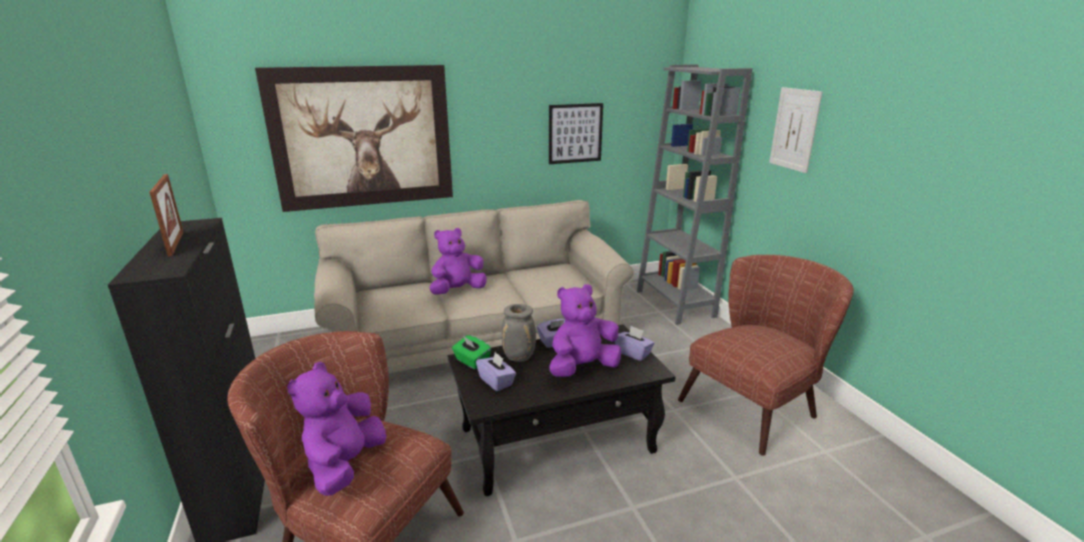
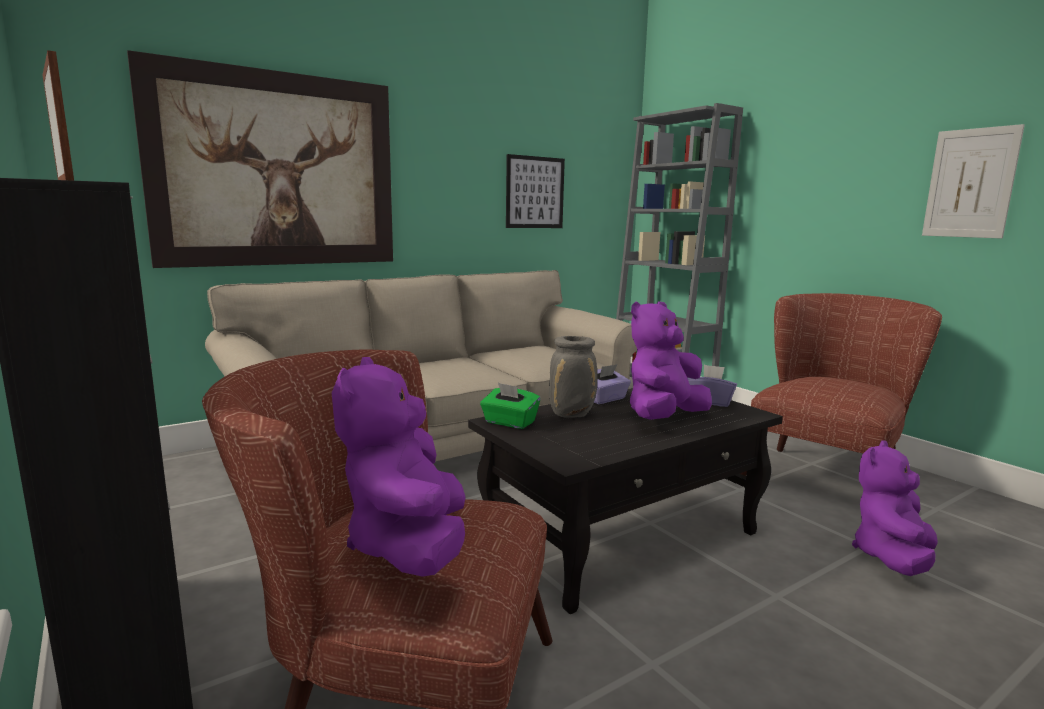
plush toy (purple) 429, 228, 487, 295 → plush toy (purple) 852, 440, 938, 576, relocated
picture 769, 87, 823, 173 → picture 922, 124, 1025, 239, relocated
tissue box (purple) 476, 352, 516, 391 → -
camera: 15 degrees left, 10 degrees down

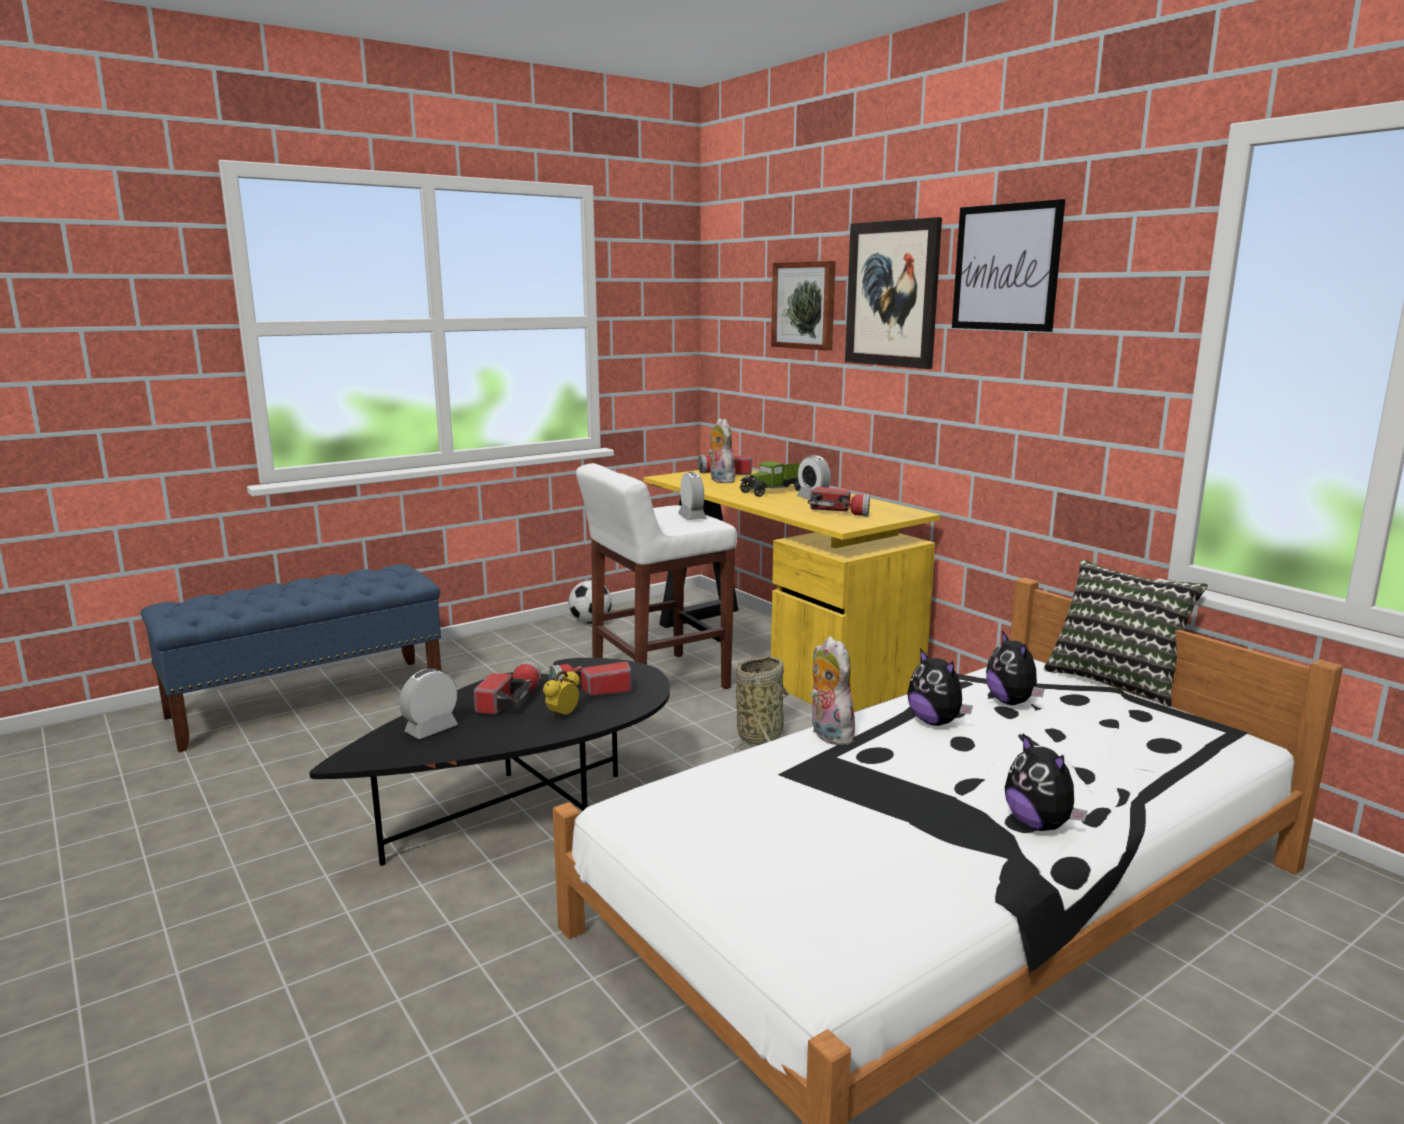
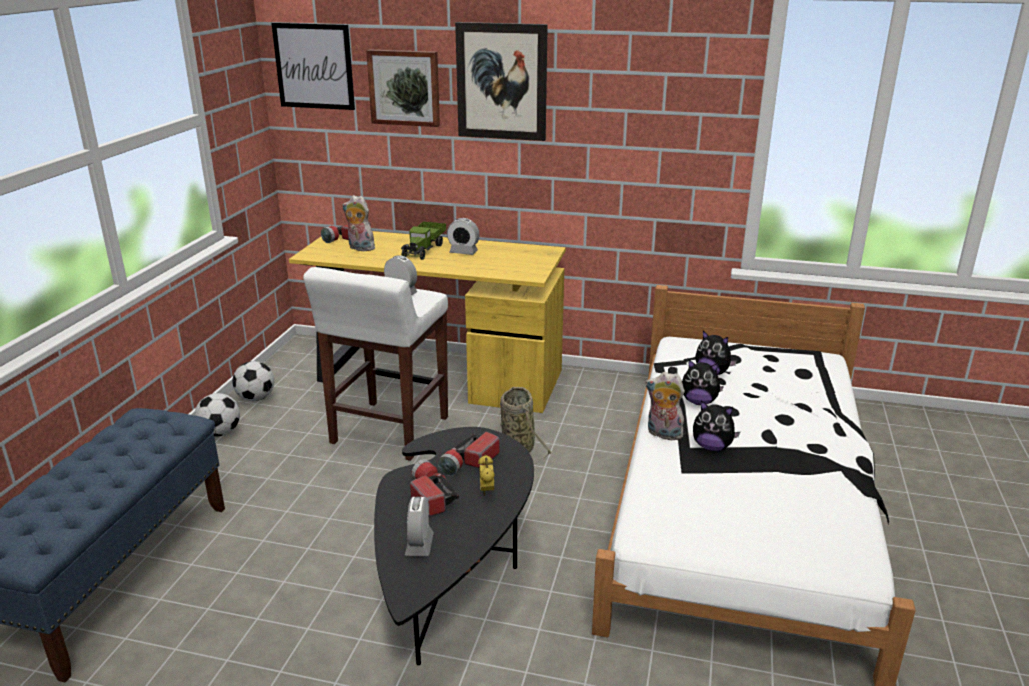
- → football 194, 393, 240, 436
picture 952, 199, 1065, 332 → picture 271, 23, 355, 110, relocated
plush toy 1005, 733, 1087, 831 → plush toy 693, 401, 741, 451, relocated
flashlight 808, 487, 870, 516 → -
pillow 1044, 560, 1208, 707 → -
camera: 40 degrees left, 10 degrees up

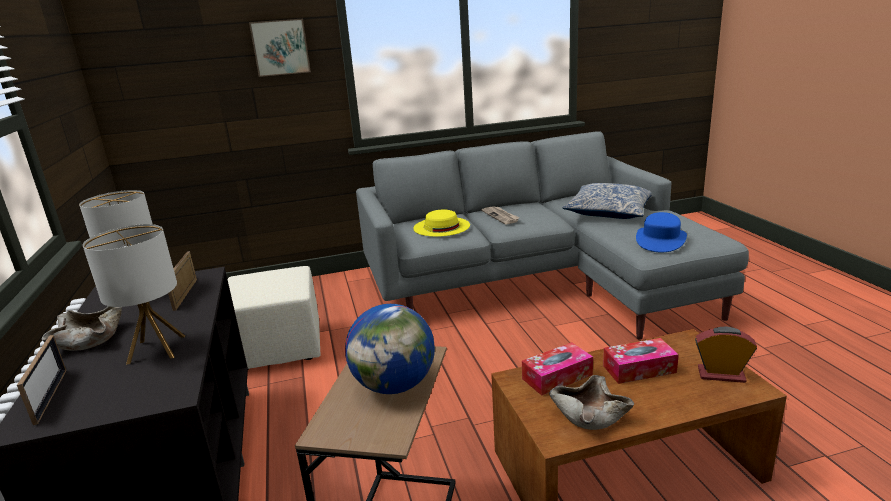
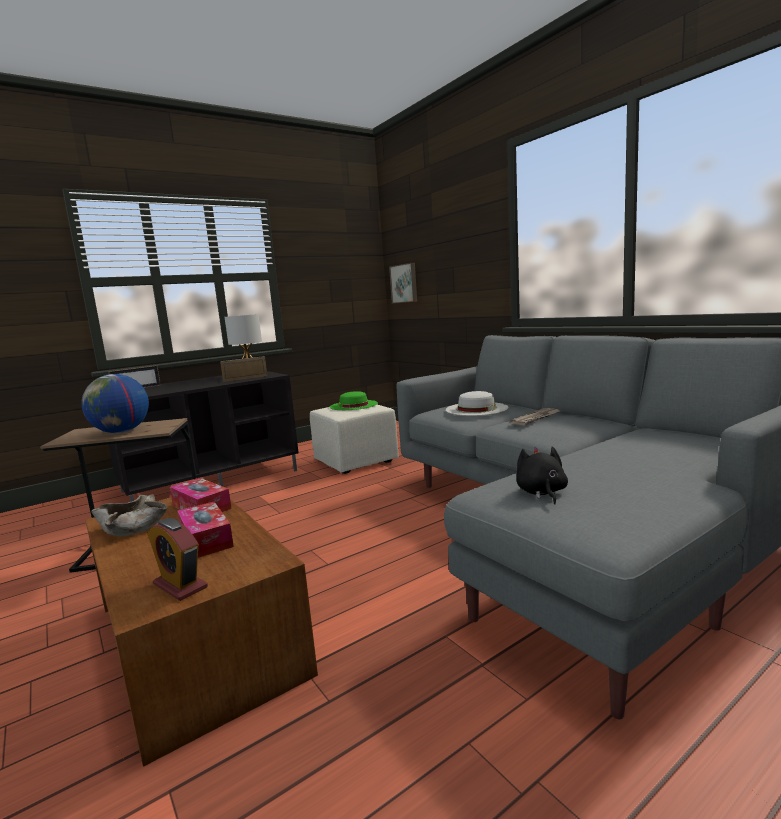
alarm clock 695, 327, 757, 383 → alarm clock 147, 518, 208, 601, 135 degrees clockwise
- → hat (green) 330, 391, 378, 410
picture 249, 19, 311, 77 → picture 389, 263, 417, 303, relocated
hat (yellow) 413, 209, 470, 237 → hat (white) 446, 391, 508, 416
hat (blue) 636, 212, 687, 252 → plush toy (black) 516, 446, 568, 504
bowl (beige) 42, 306, 122, 350 → -
table lamp 83, 224, 185, 365 → -
pillow 563, 183, 652, 219 → -
camera: 70 degrees right, 10 degrees down

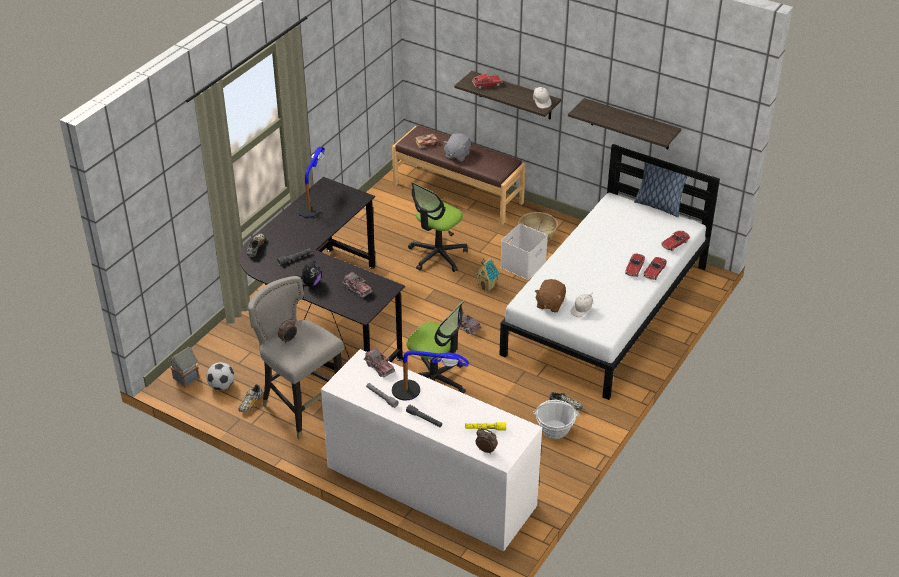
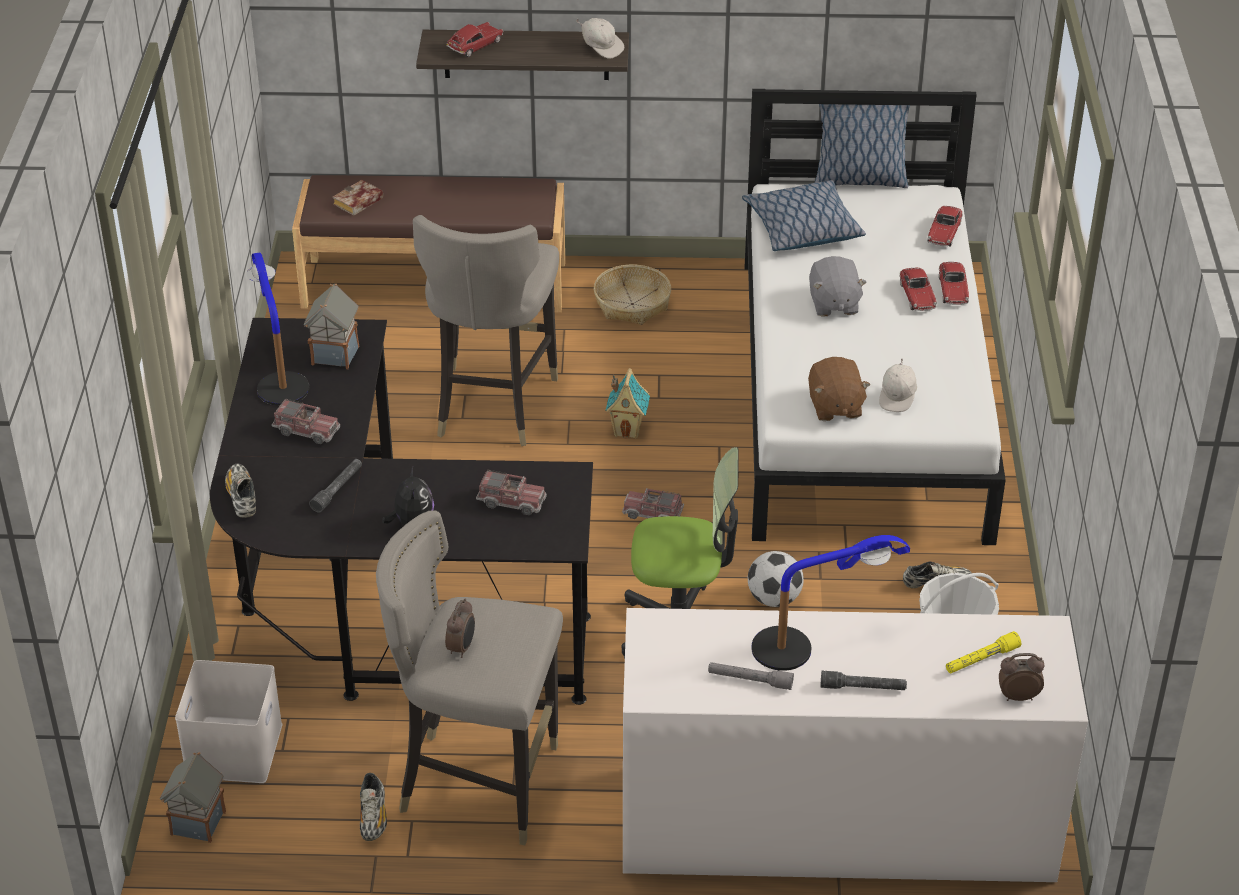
storage box (white) 500, 224, 548, 280 → storage box (white) 175, 660, 282, 783, relocated
toy truck 364, 348, 395, 377 → toy truck 272, 398, 340, 444, relocated
- → toy house 304, 284, 359, 369
office chair 408, 182, 468, 272 → stool (grey) 413, 215, 559, 446
- → pillow 742, 180, 866, 251
football 206, 362, 235, 390 → football 748, 551, 804, 607, relocated
plush toy (grey) 443, 133, 471, 162 → plush toy (grey) 809, 256, 867, 317, relocated
shelf 568, 98, 681, 149 → -
camera: 30 degrees left, 0 degrees up

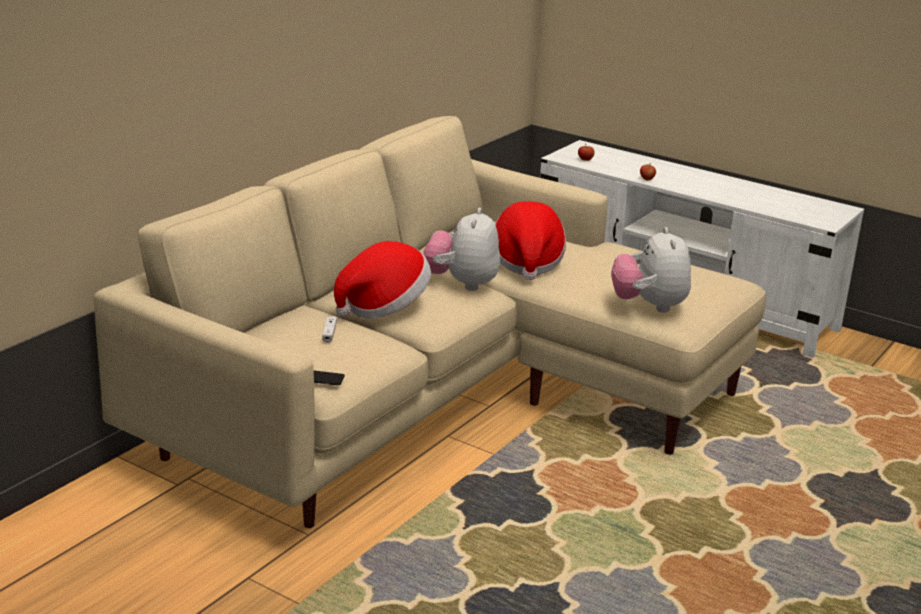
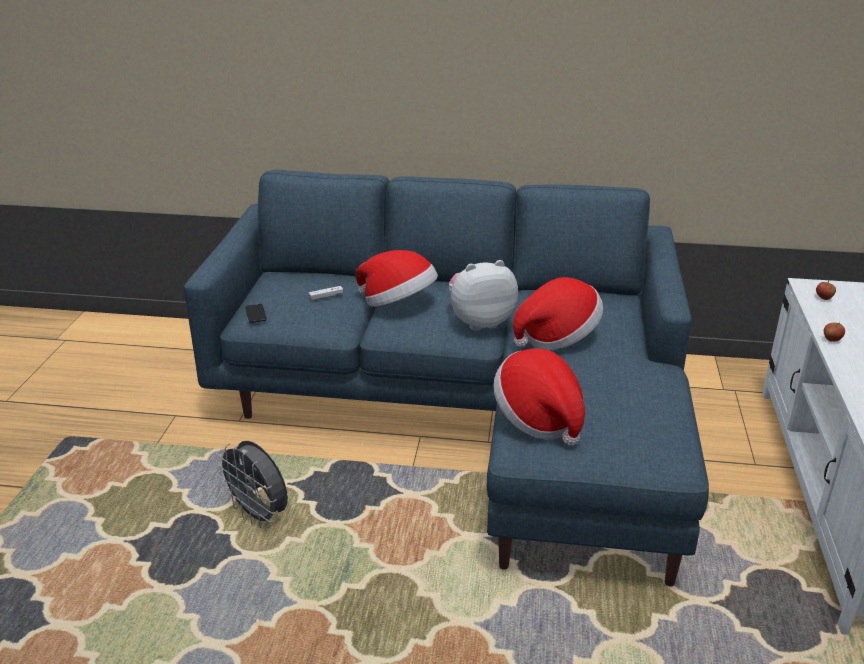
sofa (beige) 94, 116, 766, 528 → sofa (blue) 184, 170, 709, 586
- → fan (grey) 215, 441, 288, 528
plush toy 611, 227, 691, 313 → hat 493, 349, 585, 446
camera: 65 degrees right, 5 degrees up

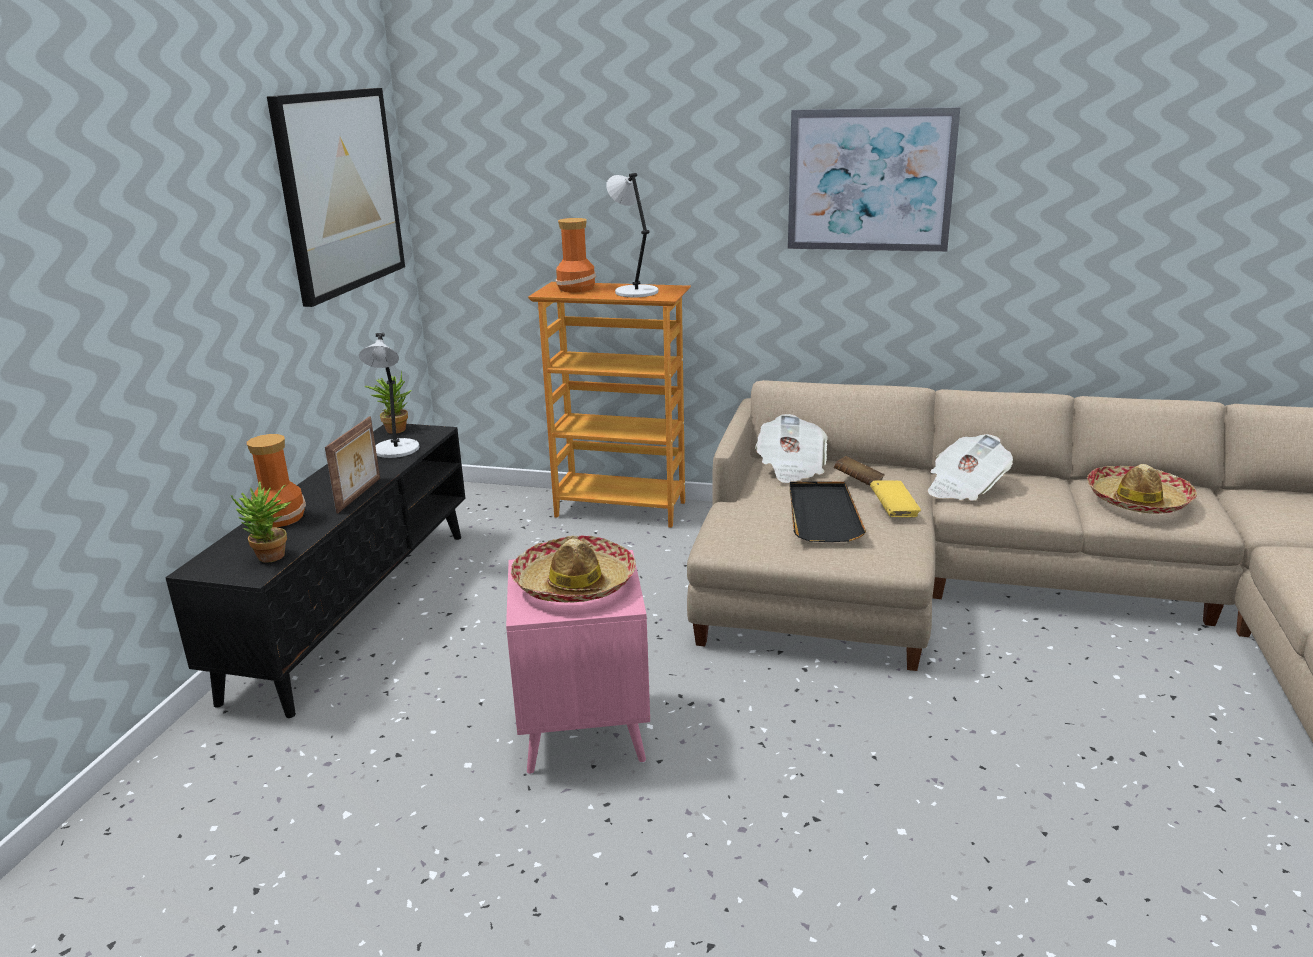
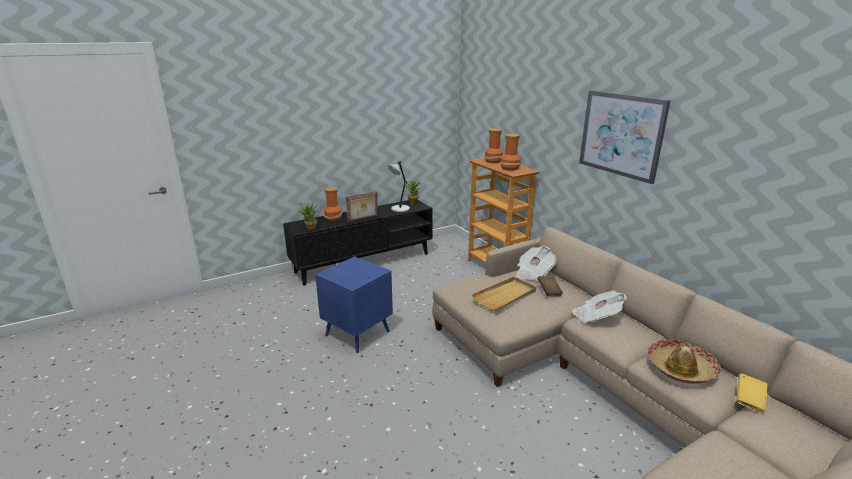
side table (pink) 506, 550, 650, 775 → side table (blue) 315, 256, 393, 353
tray (black) 789, 481, 866, 542 → tray (beige) 472, 277, 536, 310
table lamp (grey) 606, 173, 659, 297 → vase 500, 134, 521, 171
book (yellow) 870, 480, 921, 517 → book (yellow) 736, 373, 768, 413, relocated
picture 267, 88, 405, 307 → -
hat 511, 535, 636, 602 → -
camera: 45 degrees right, 0 degrees up

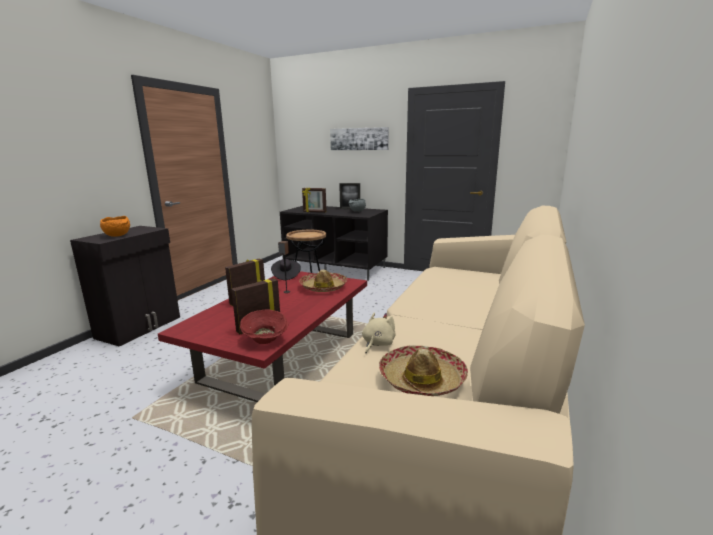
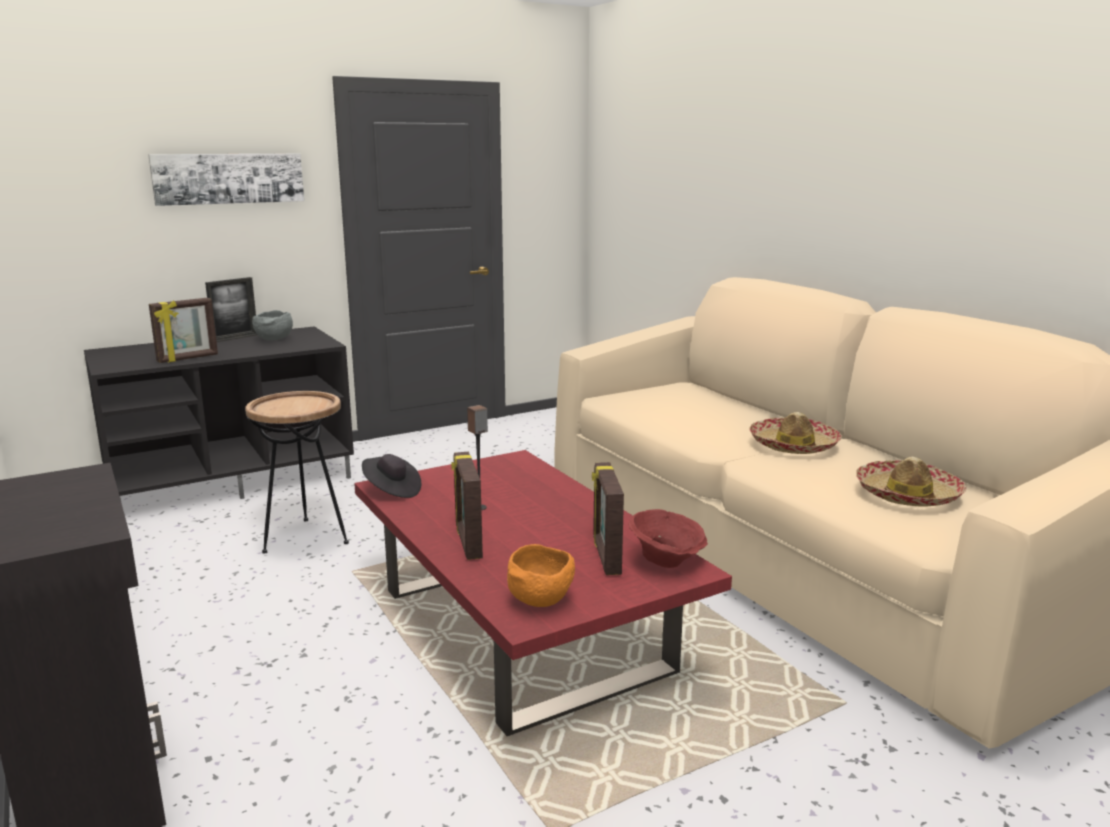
bowl (orange) 100, 216, 130, 237 → bowl (orange) 507, 544, 575, 607, relocated
hat 299, 270, 347, 292 → hat 749, 412, 842, 454, relocated
plush toy (beige) 362, 312, 396, 353 → -
camera: 55 degrees left, 0 degrees up

